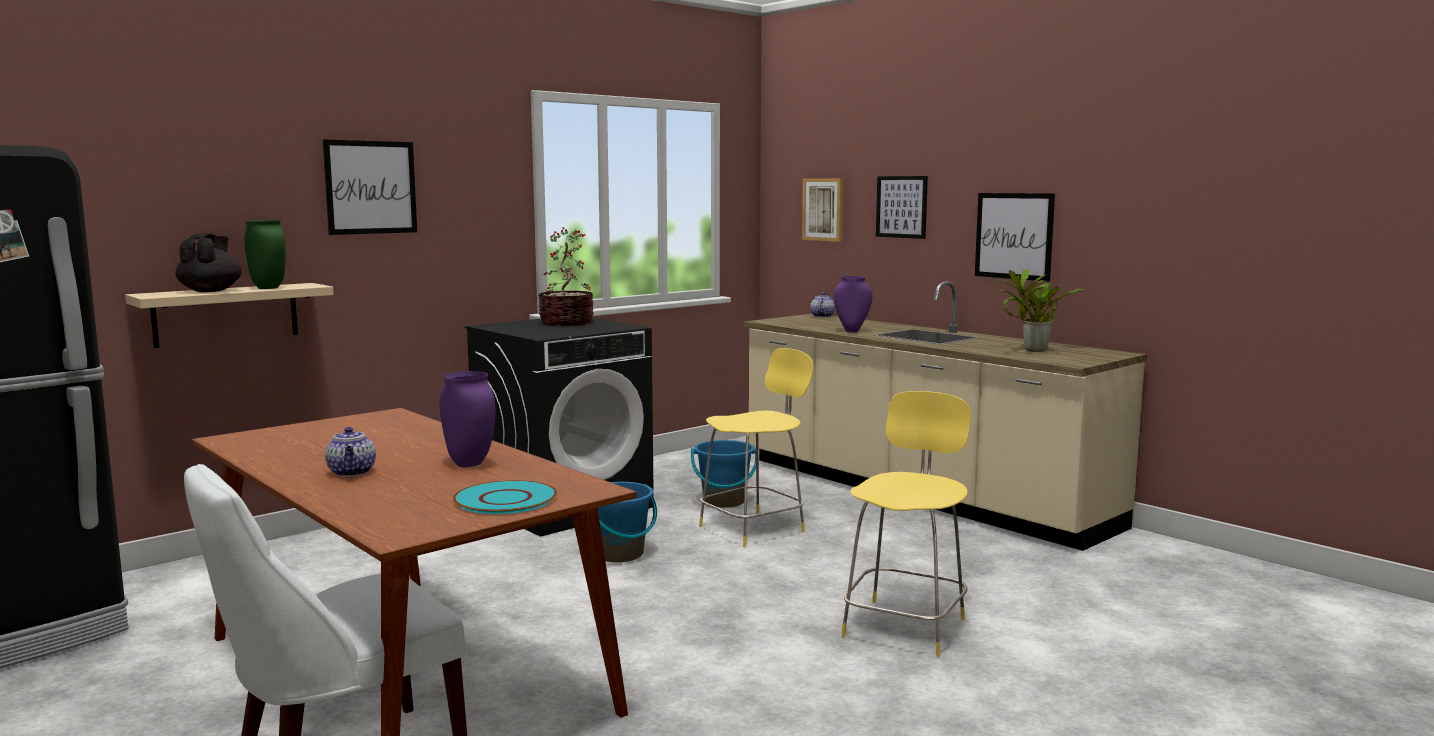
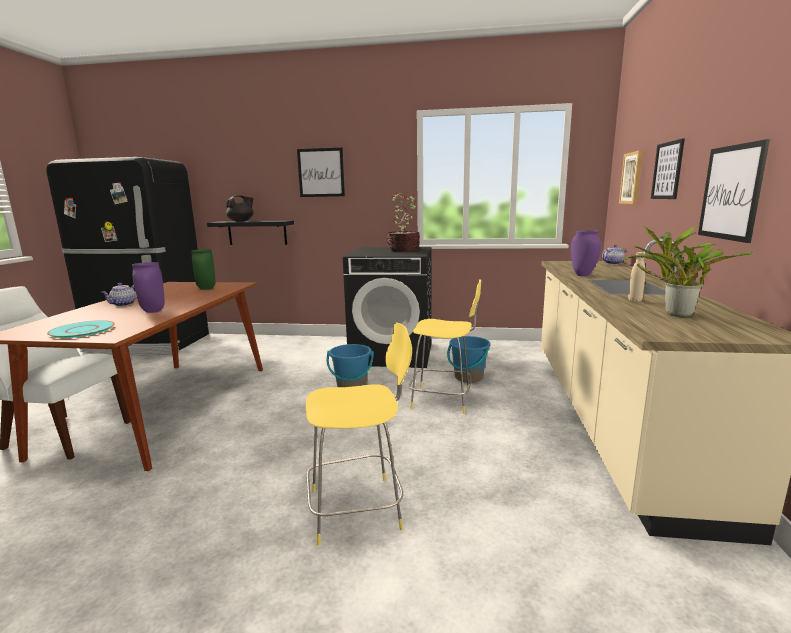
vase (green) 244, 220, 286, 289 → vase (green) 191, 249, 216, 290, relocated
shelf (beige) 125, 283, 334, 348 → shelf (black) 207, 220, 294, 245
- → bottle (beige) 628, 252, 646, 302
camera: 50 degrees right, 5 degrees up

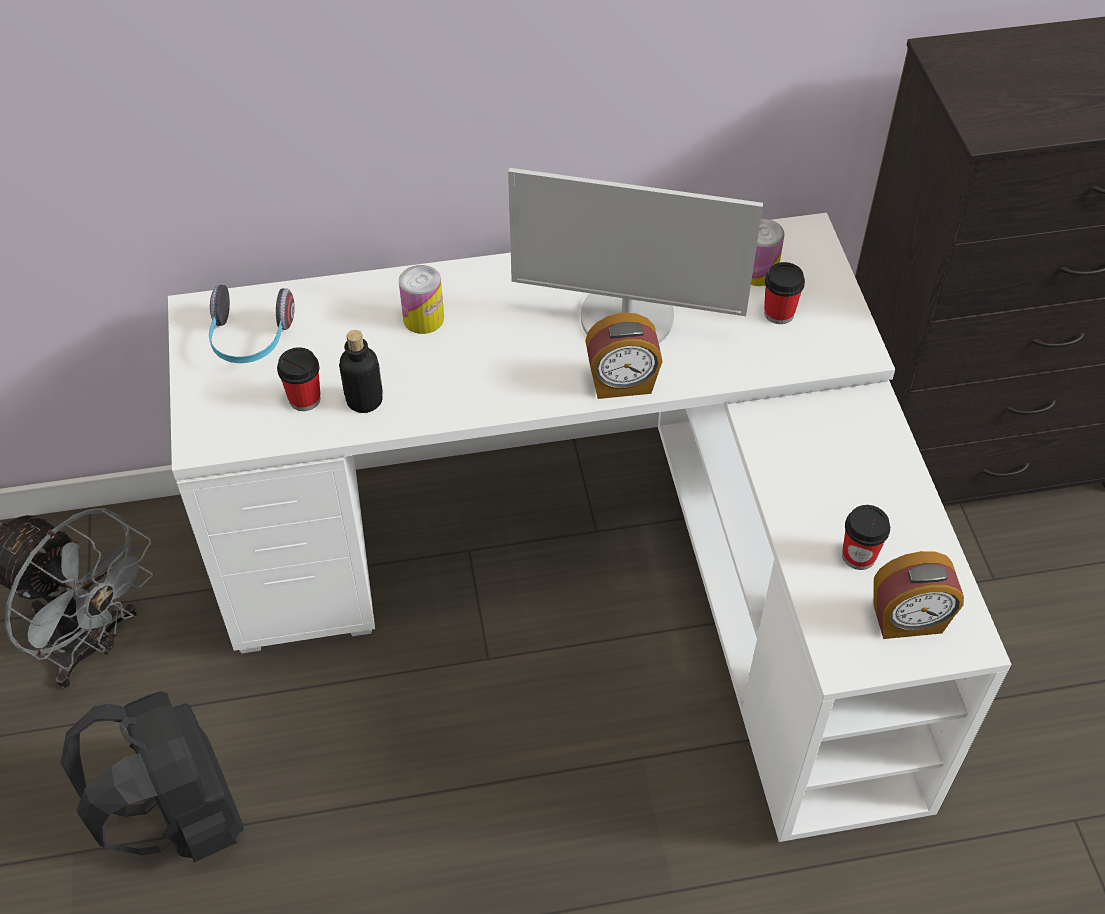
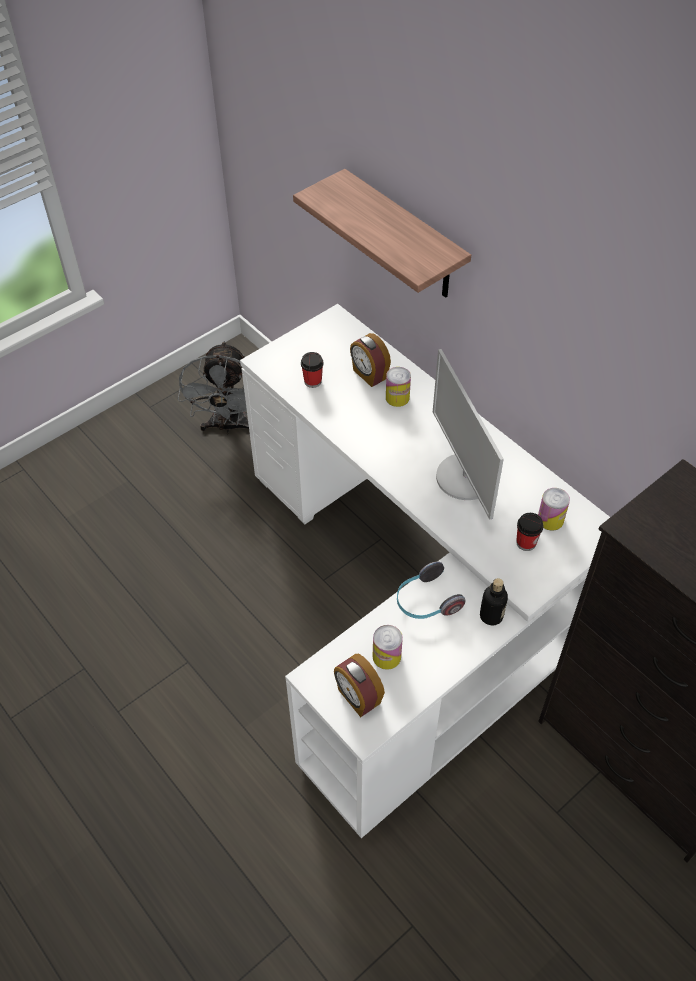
- → shelf 293, 169, 471, 298
alarm clock 585, 313, 663, 399 → alarm clock 350, 333, 391, 387, relocated
cup 842, 505, 890, 570 → can 373, 625, 403, 670
headphones 209, 284, 295, 363 → headphones 397, 562, 466, 619, relocated
bottle 339, 330, 383, 413 → bottle 480, 578, 508, 625, relocated
backpack (black) 60, 691, 244, 862 → -
camera: 60 degrees right, 0 degrees up

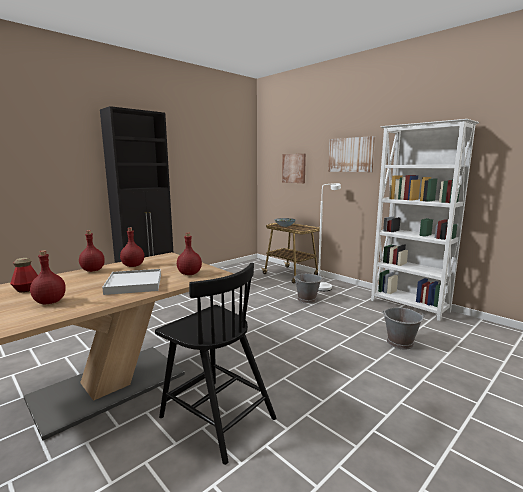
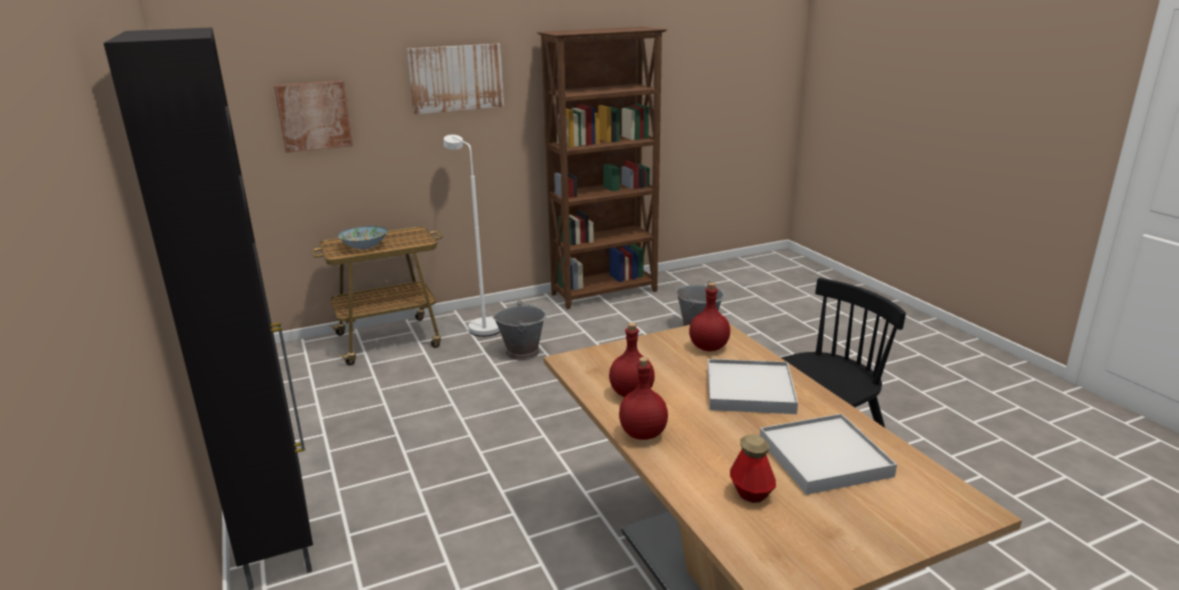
bookcase (white) 371, 119, 479, 321 → bookcase (brown) 537, 27, 667, 309
bottle (red) 30, 250, 66, 304 → tray (white) 760, 414, 897, 495
camera: 70 degrees left, 10 degrees up

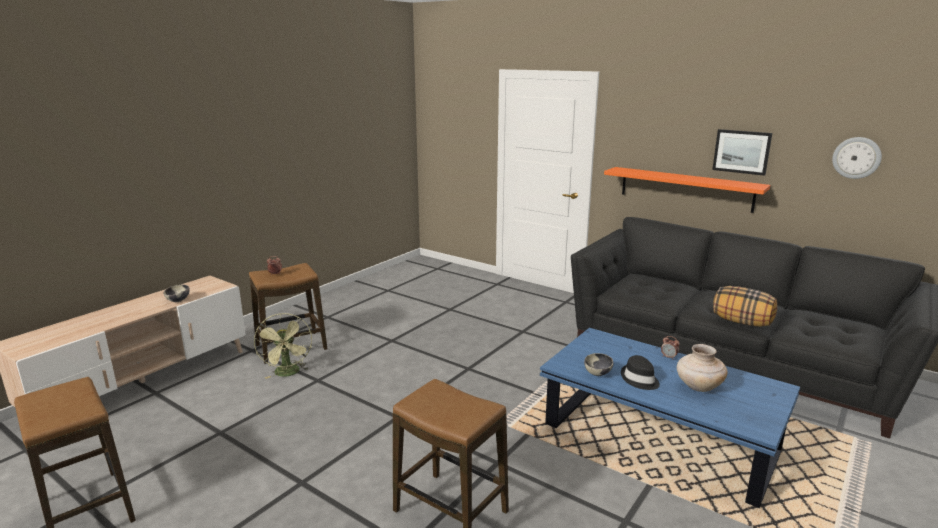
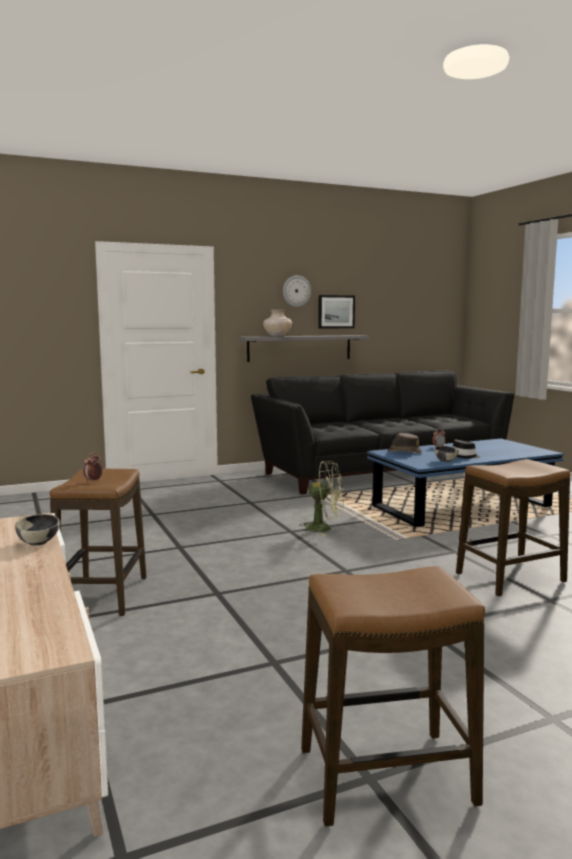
shelf (orange) 604, 167, 770, 213 → shelf (grey) 238, 335, 369, 362
vase (beige) 677, 344, 728, 392 → vase (beige) 263, 310, 292, 336, relocated
wall clock 832, 137, 882, 179 → wall clock 283, 275, 311, 307, relocated
fan (green) 254, 313, 312, 379 → fan (green) 301, 461, 344, 536, relocated
- → hat (brown) 388, 433, 422, 453
pillow 713, 286, 777, 327 → -
camera: 60 degrees left, 10 degrees down

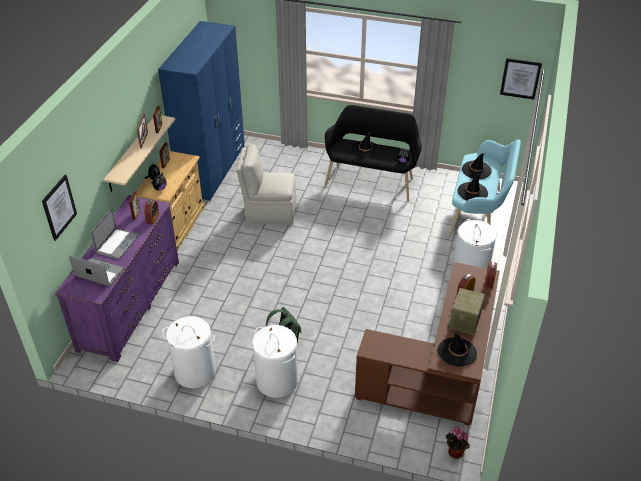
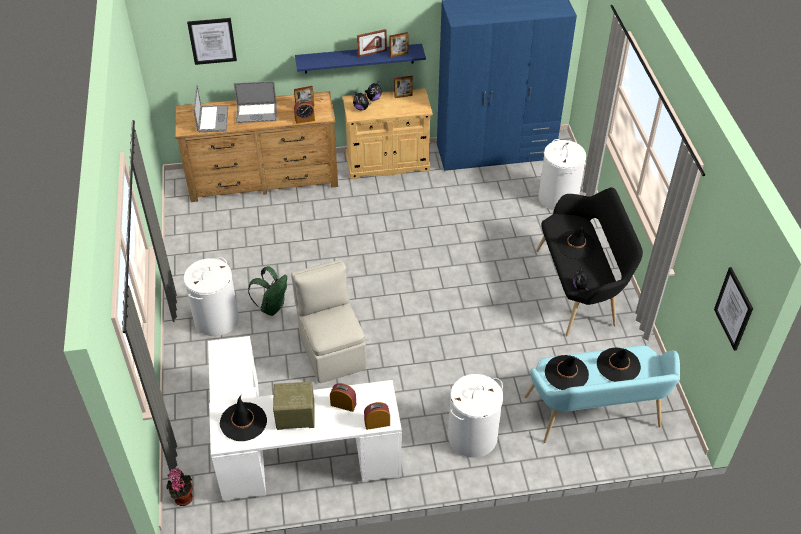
dresser (purple) 55, 195, 179, 362 → dresser (brown) 175, 91, 338, 202
desk (brown) 355, 262, 500, 426 → desk (white) 208, 336, 402, 501
chair (beige) 236, 144, 296, 225 → chair (beige) 291, 260, 367, 383, relocated
shelf (beige) 103, 115, 176, 192 → shelf (blue) 295, 44, 426, 73
laundry basket (white) 162, 316, 216, 388 → laundry basket (white) 538, 139, 586, 210, relocated
camera: 65 degrees right, 5 degrees up

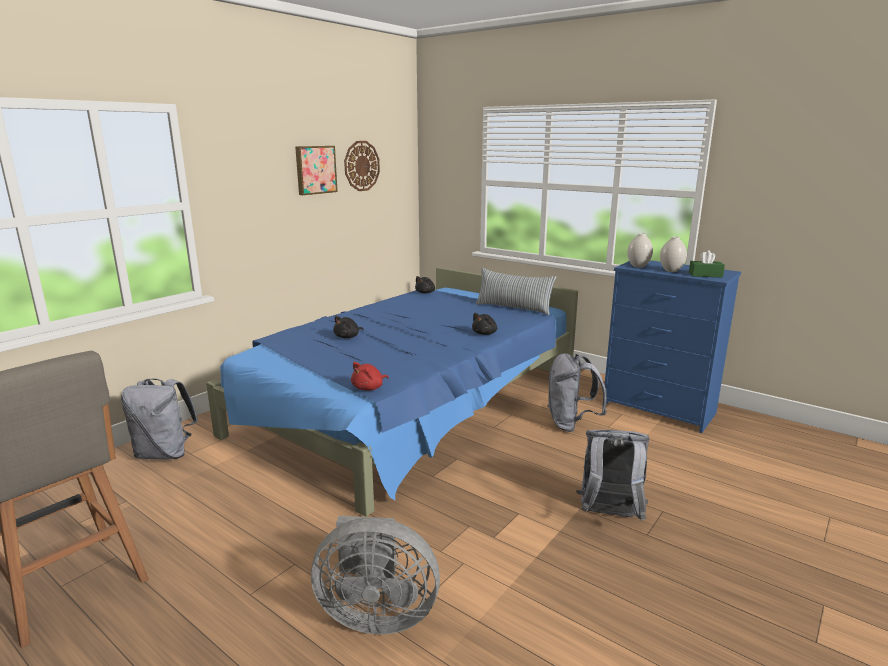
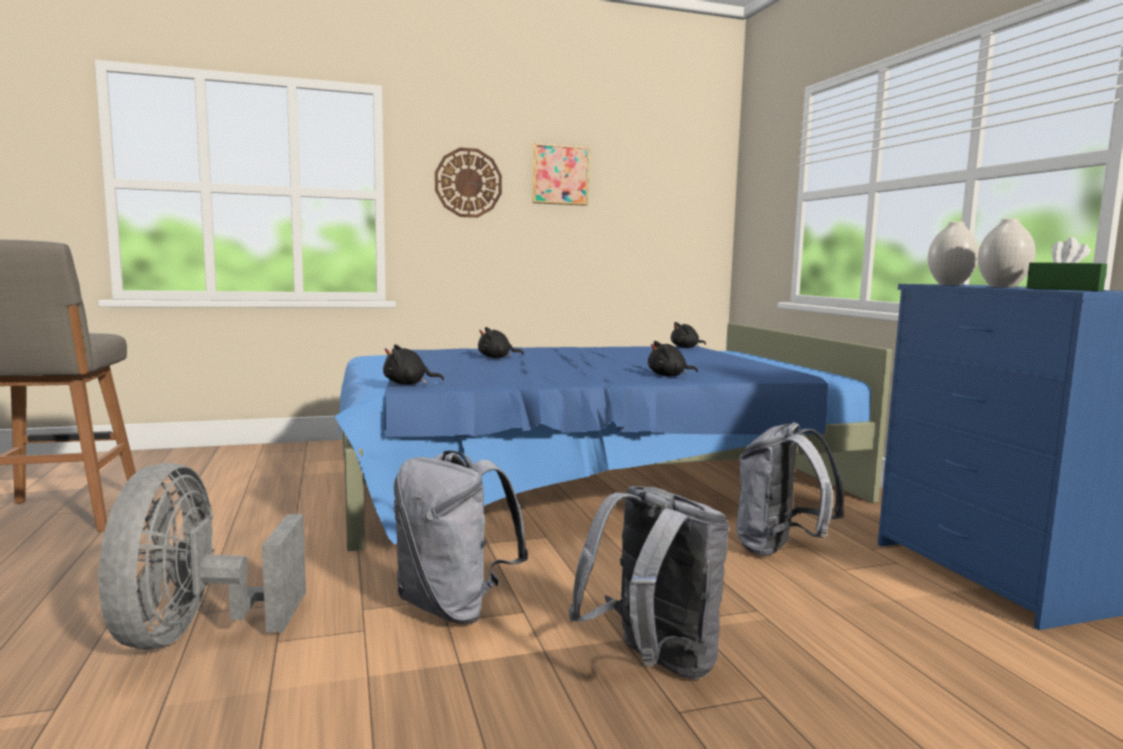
fan (grey) 311, 516, 440, 634 → fan (grey) 98, 463, 306, 650, 45 degrees clockwise
plush toy (red) 351, 362, 388, 390 → plush toy (black) 383, 345, 444, 385
backpack (grey) 121, 379, 198, 459 → backpack (grey) 394, 450, 528, 624, relocated
wall clock 344, 141, 380, 191 → wall clock 435, 148, 502, 218, relocated
pillow 476, 268, 556, 315 → -
camera: 35 degrees right, 10 degrees down

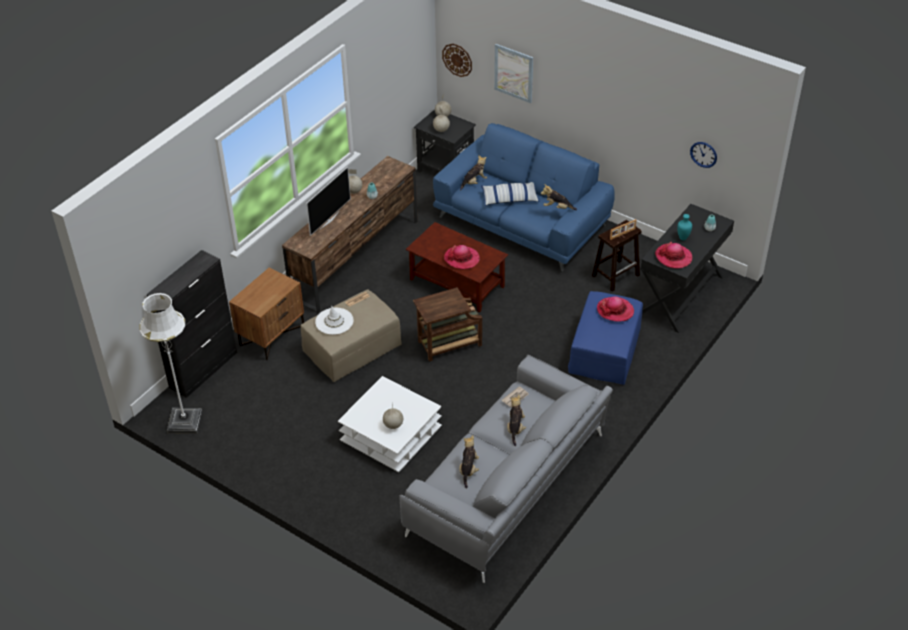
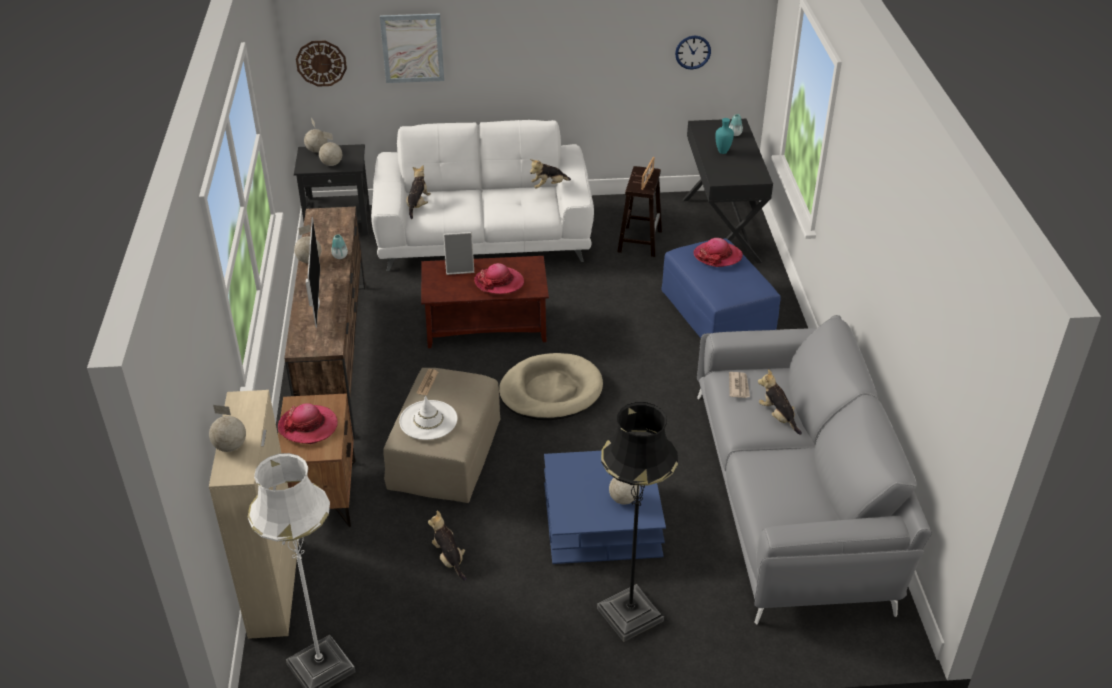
cabinet (black) 147, 250, 237, 398 → cabinet (beige) 209, 390, 299, 639
- → globe 209, 405, 246, 452
hat 655, 242, 692, 269 → hat 278, 403, 338, 444, relocated
sofa (blue) 433, 123, 615, 272 → sofa (white) 371, 120, 594, 271
plush toy 459, 435, 479, 488 → plush toy 428, 510, 467, 581, relocated
- → picture frame 443, 232, 474, 275
side table (brown) 413, 287, 482, 362 → dog bed (beige) 499, 353, 603, 420
coffee table (white) 338, 376, 442, 472 → coffee table (blue) 544, 451, 666, 564
- → floor lamp (black) 597, 402, 678, 642
pillow 481, 182, 540, 206 → -
camera: 40 degrees left, 5 degrees down

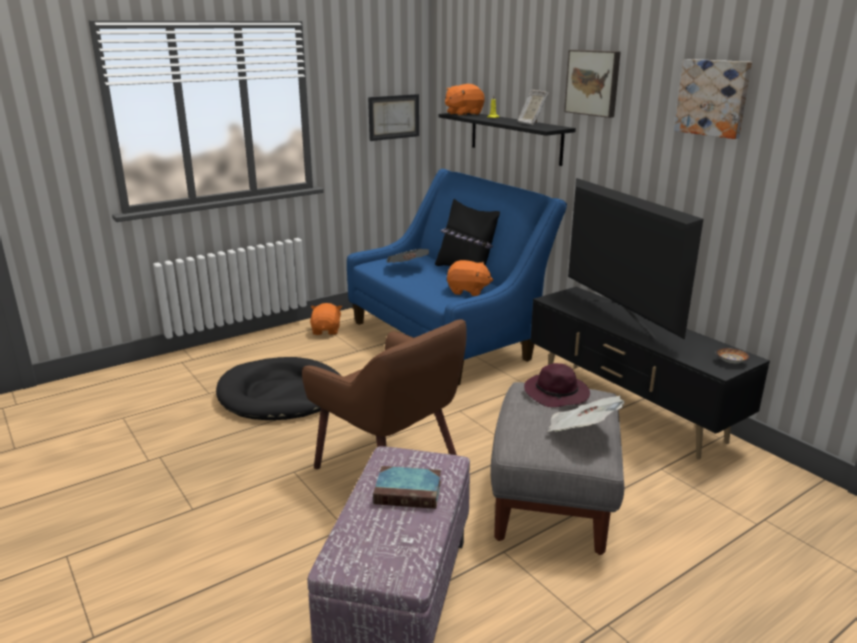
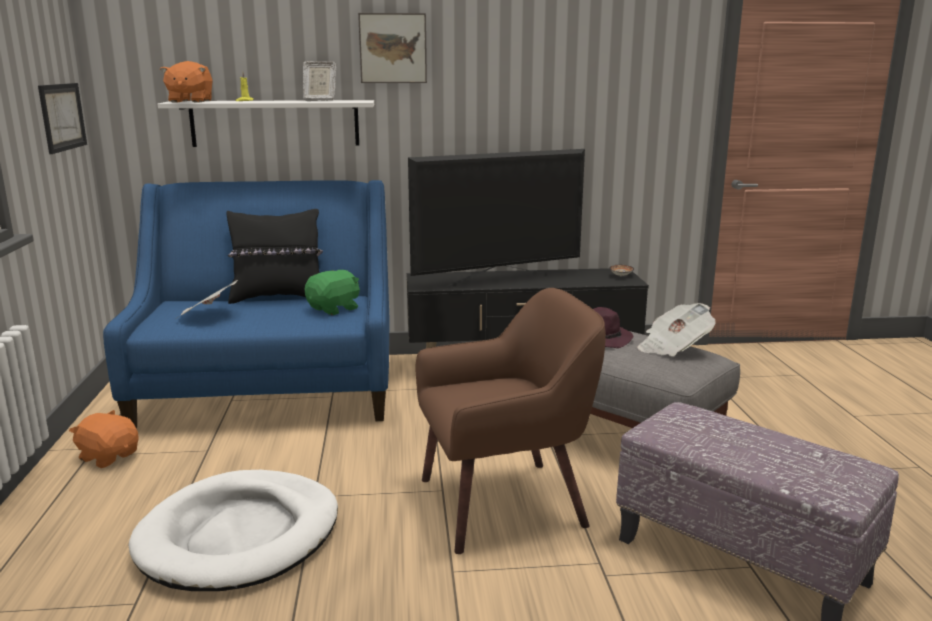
dog bed (black) 216, 357, 340, 420 → dog bed (white) 129, 470, 338, 591
shelf (black) 439, 113, 576, 166 → shelf (white) 158, 100, 374, 147
plush toy (orange) 447, 260, 493, 296 → plush toy (green) 305, 270, 360, 315
television 568, 178, 703, 339 → television 408, 149, 585, 287, 150 degrees clockwise
book 373, 466, 441, 509 → -
picture 674, 59, 752, 139 → -
camera: 60 degrees left, 5 degrees down

